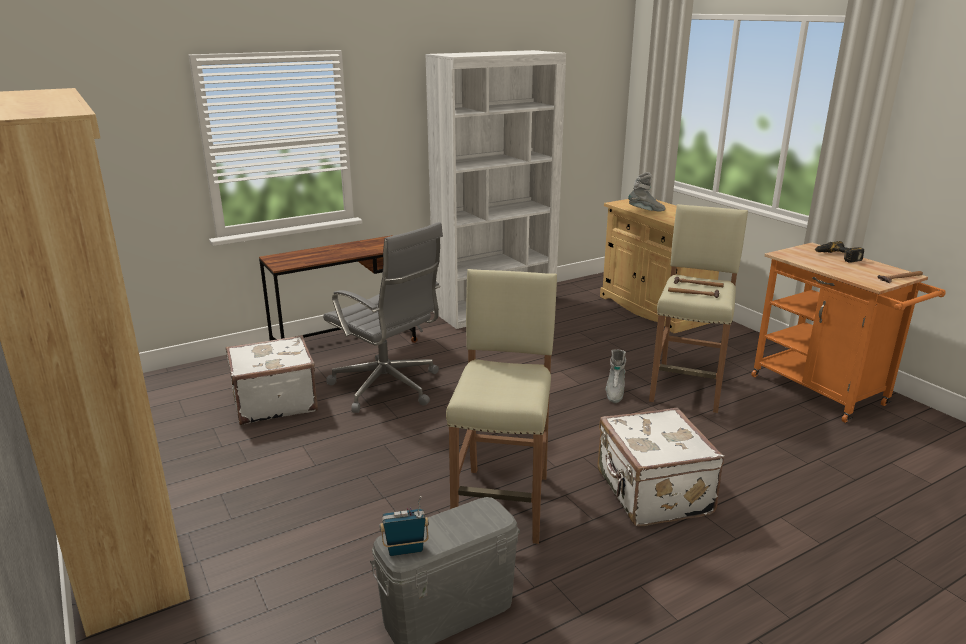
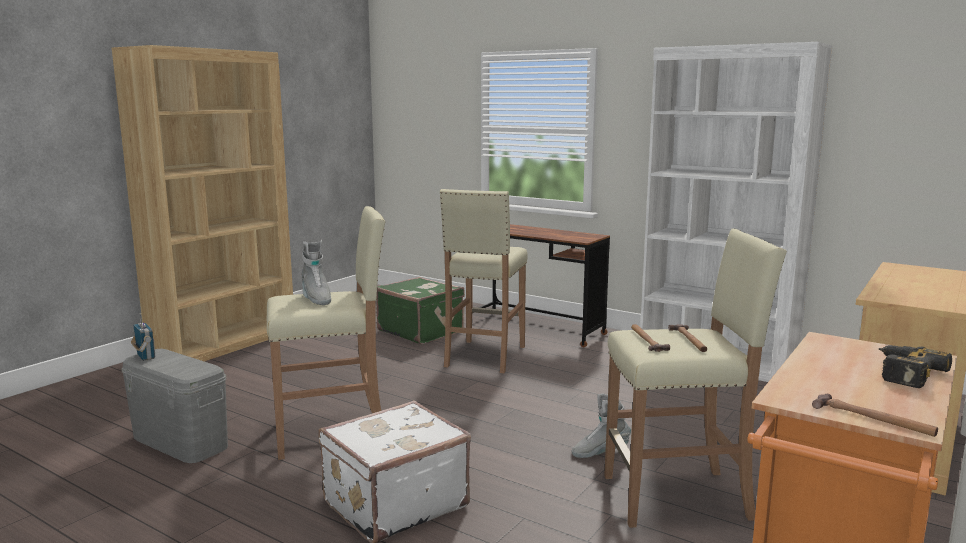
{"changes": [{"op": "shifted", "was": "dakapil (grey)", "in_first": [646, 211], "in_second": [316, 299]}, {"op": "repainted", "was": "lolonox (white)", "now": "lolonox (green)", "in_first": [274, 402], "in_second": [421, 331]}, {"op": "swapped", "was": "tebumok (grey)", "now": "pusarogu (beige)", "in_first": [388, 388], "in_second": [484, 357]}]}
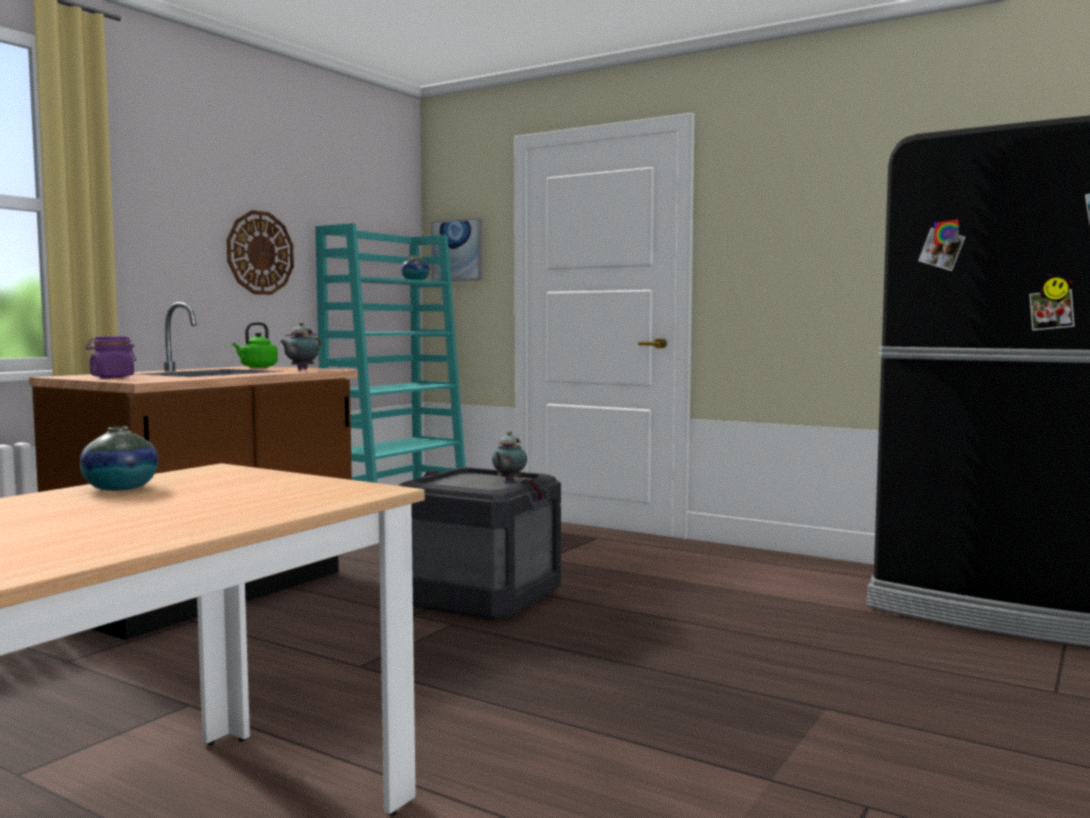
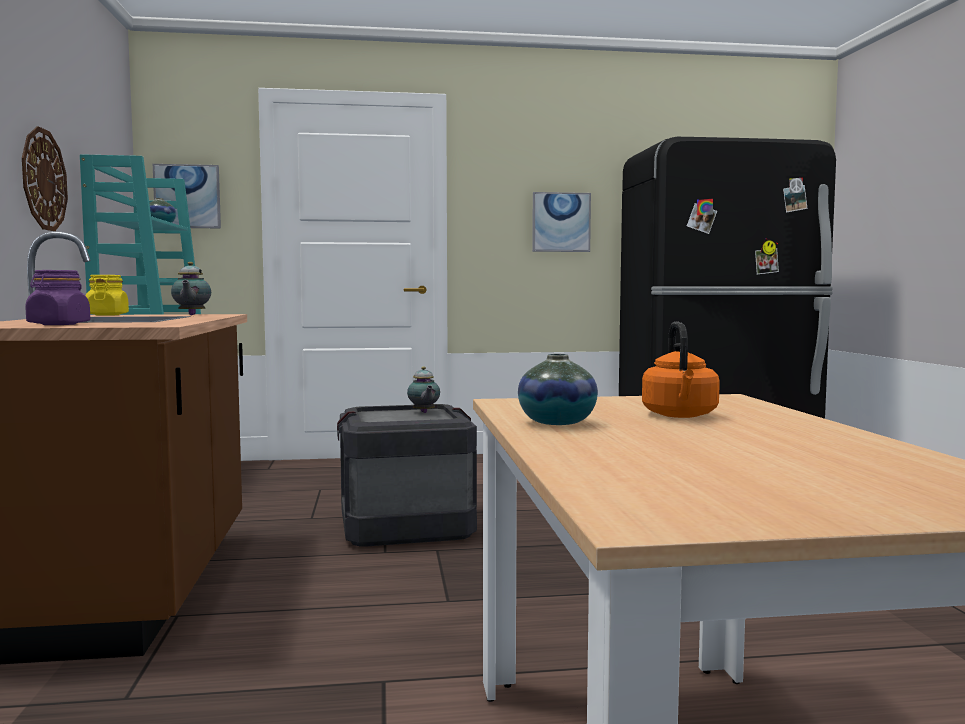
{"changes": [{"op": "swapped", "was": "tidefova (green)", "now": "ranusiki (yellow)", "in_first": [257, 367], "in_second": [107, 315]}, {"op": "new", "now": "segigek", "in_second": [561, 222]}, {"op": "new", "now": "tidefova (orange)", "in_second": [680, 415]}]}
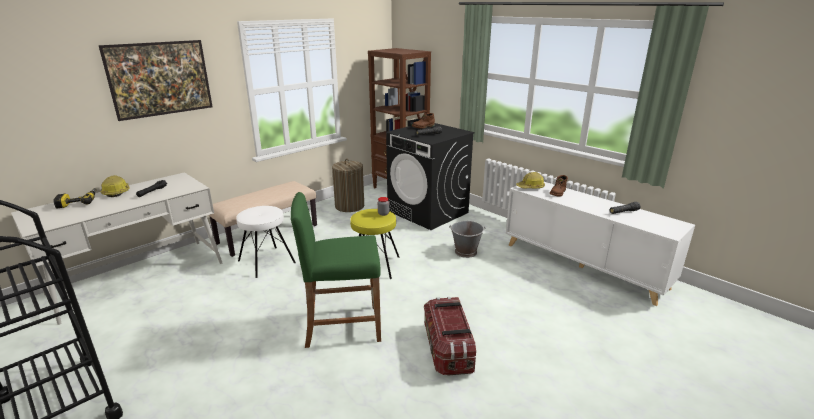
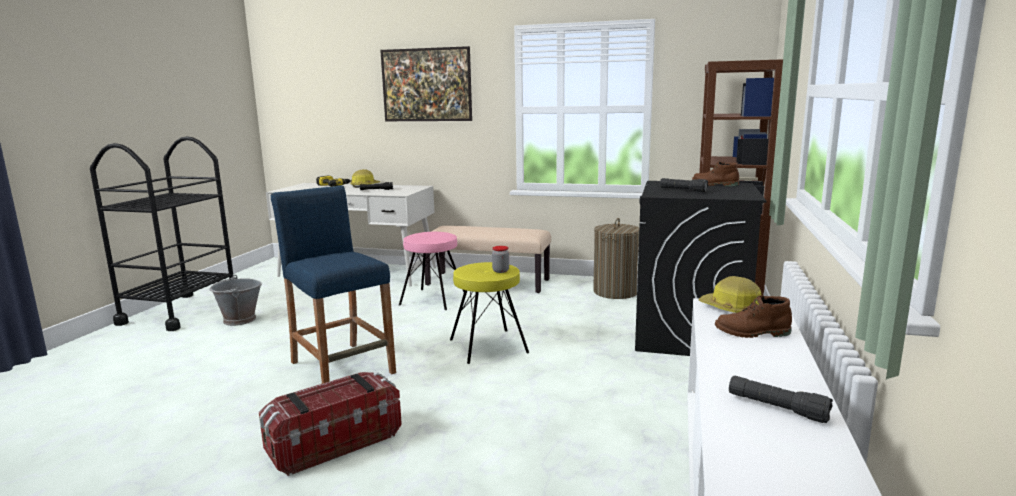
{"changes": [{"op": "shifted", "was": "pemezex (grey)", "in_first": [466, 252], "in_second": [239, 320]}, {"op": "repainted", "was": "pusarogu (green)", "now": "pusarogu (blue)", "in_first": [342, 326], "in_second": [342, 367]}, {"op": "repainted", "was": "pusarogu (white)", "now": "pusarogu (pink)", "in_first": [266, 261], "in_second": [433, 299]}]}
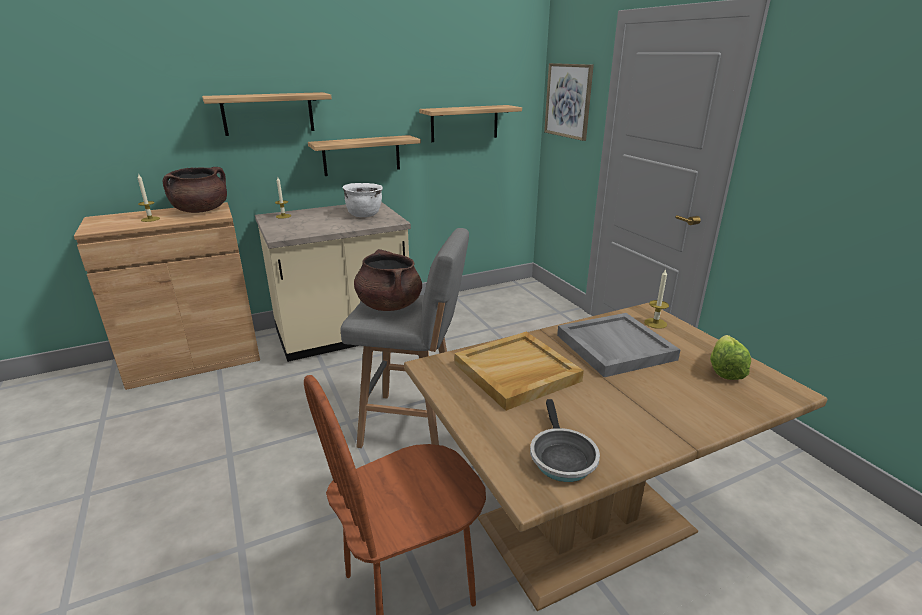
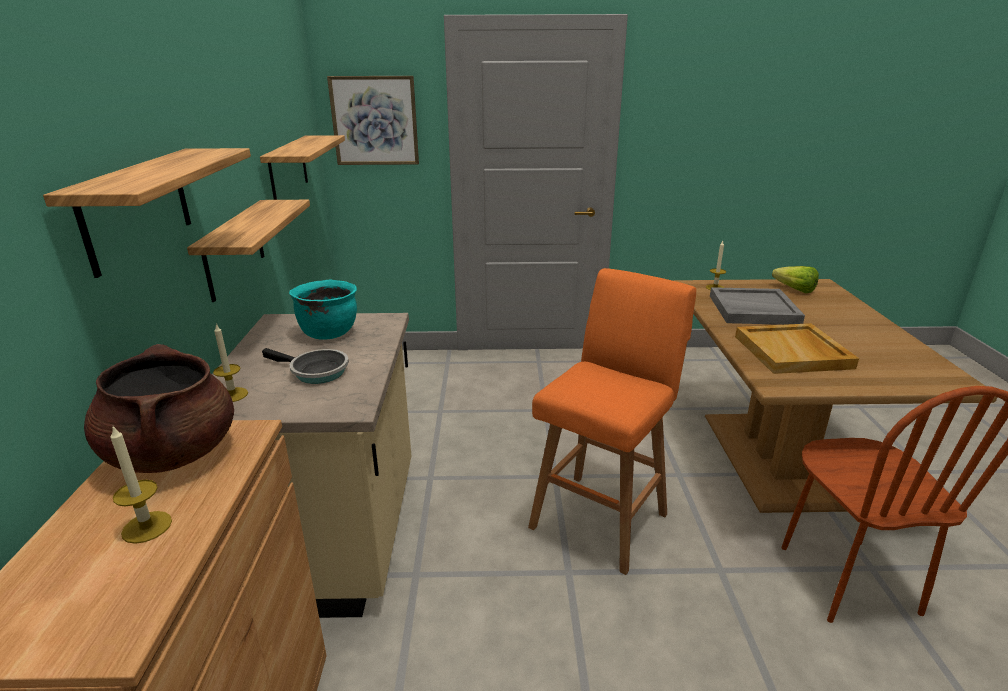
{"changes": [{"op": "shifted", "was": "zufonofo", "in_first": [561, 457], "in_second": [315, 372]}, {"op": "repainted", "was": "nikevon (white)", "now": "nikevon (turquoise)", "in_first": [364, 215], "in_second": [329, 333]}, {"op": "repainted", "was": "pusarogu (grey)", "now": "pusarogu (orange)", "in_first": [413, 424], "in_second": [601, 518]}, {"op": "gone", "was": "nikevon (brown)", "in_first": [389, 305]}]}
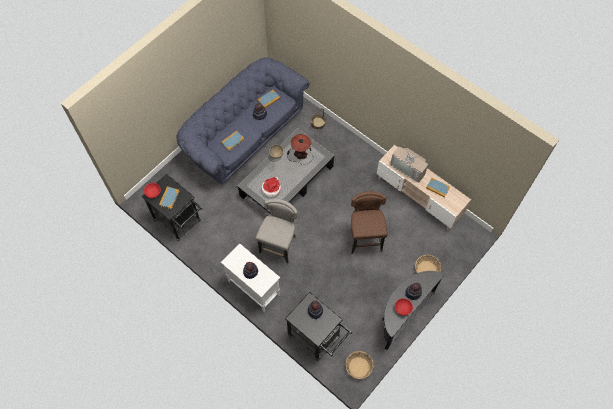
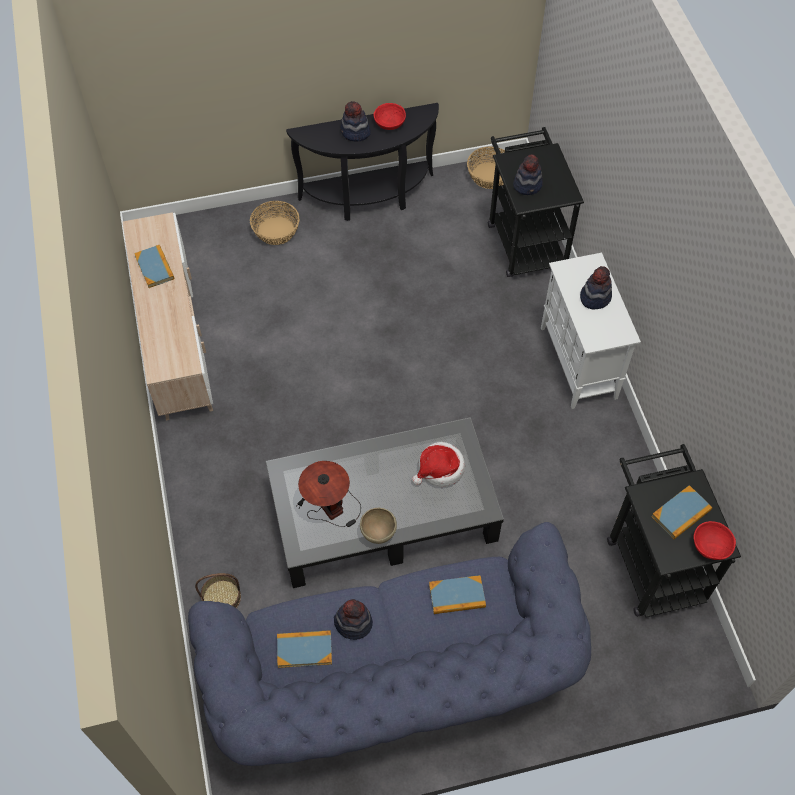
{"changes": [{"op": "gone", "was": "pusarogu (grey)", "in_first": [279, 246]}, {"op": "gone", "was": "pusarogu (brown)", "in_first": [365, 238]}, {"op": "gone", "was": "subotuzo", "in_first": [409, 168]}]}
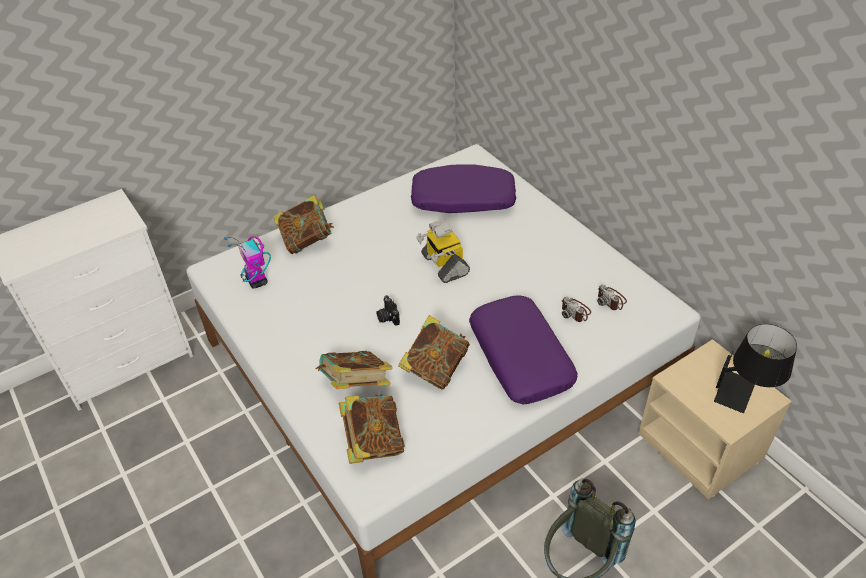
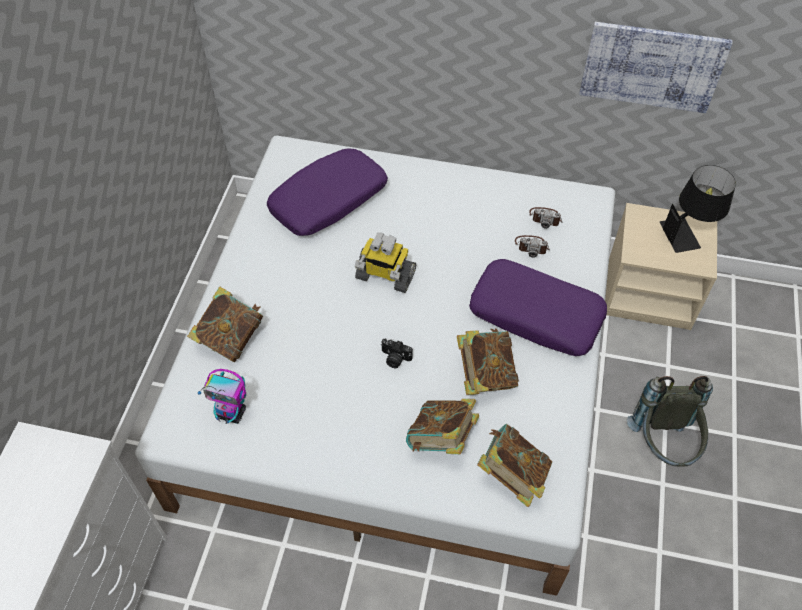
{"changes": [{"op": "new", "now": "segigek", "in_second": [652, 66]}]}
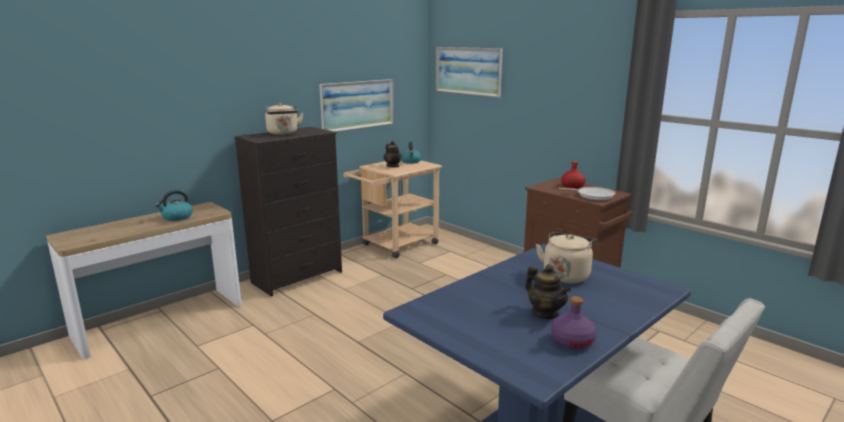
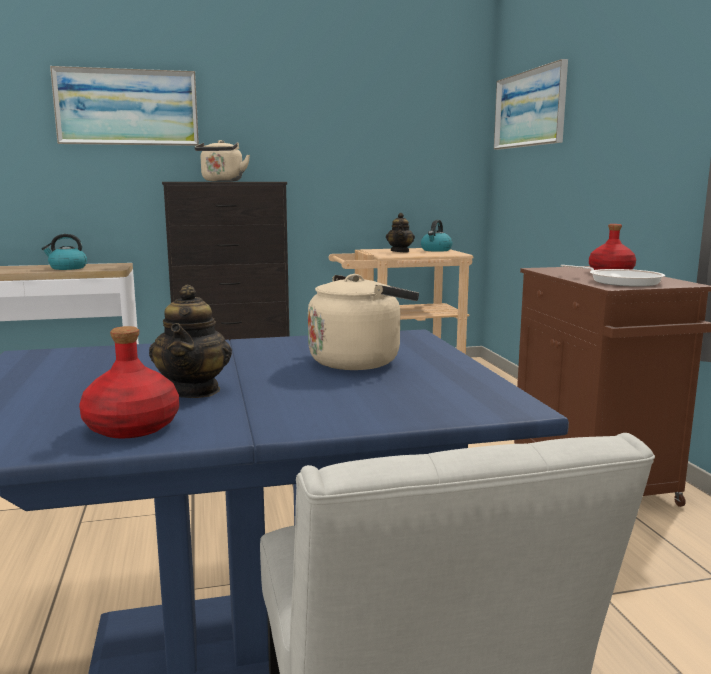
{"changes": [{"op": "shifted", "was": "segigek", "in_first": [357, 105], "in_second": [127, 107]}, {"op": "repainted", "was": "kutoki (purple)", "now": "kutoki (red)", "in_first": [572, 341], "in_second": [133, 426]}]}
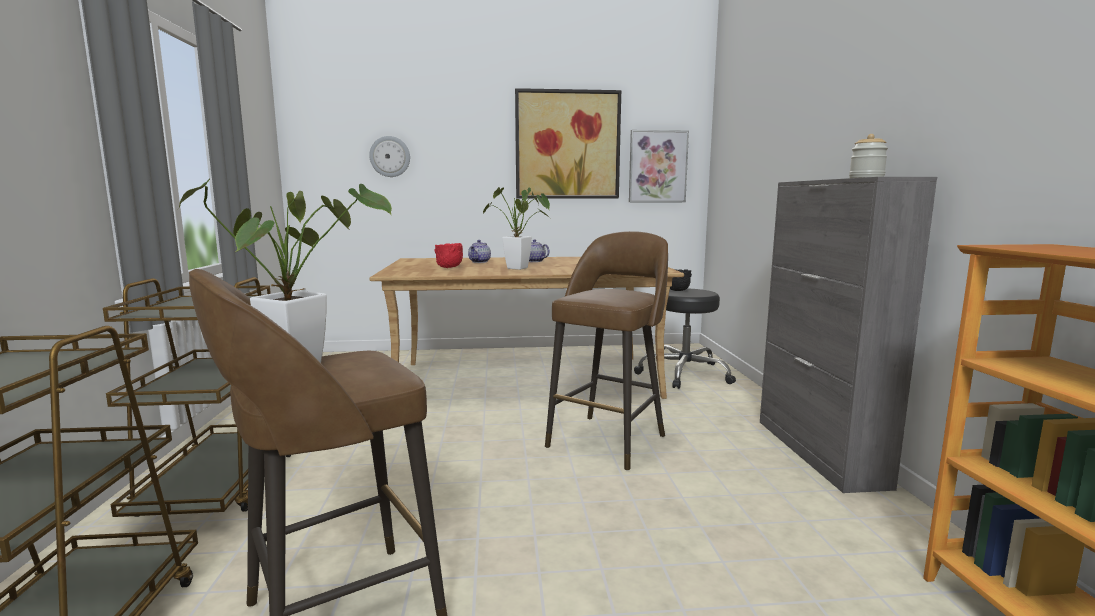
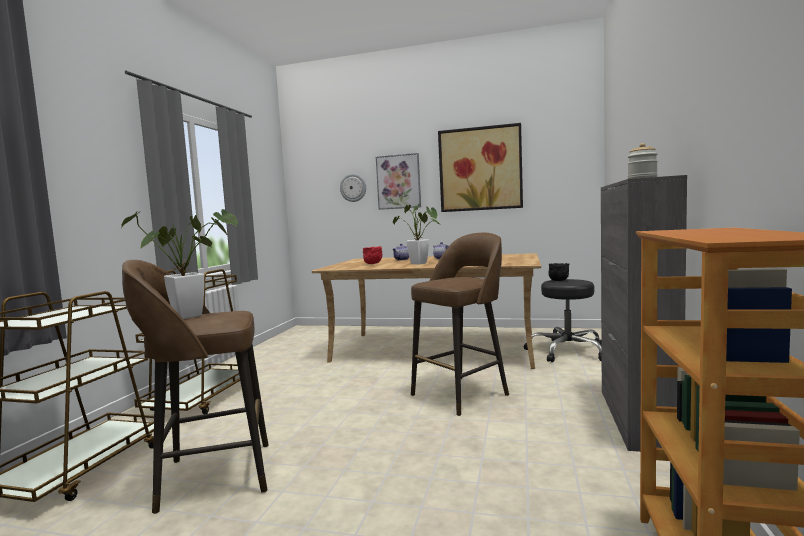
{"changes": [{"op": "shifted", "was": "segigek", "in_first": [657, 166], "in_second": [398, 182]}]}
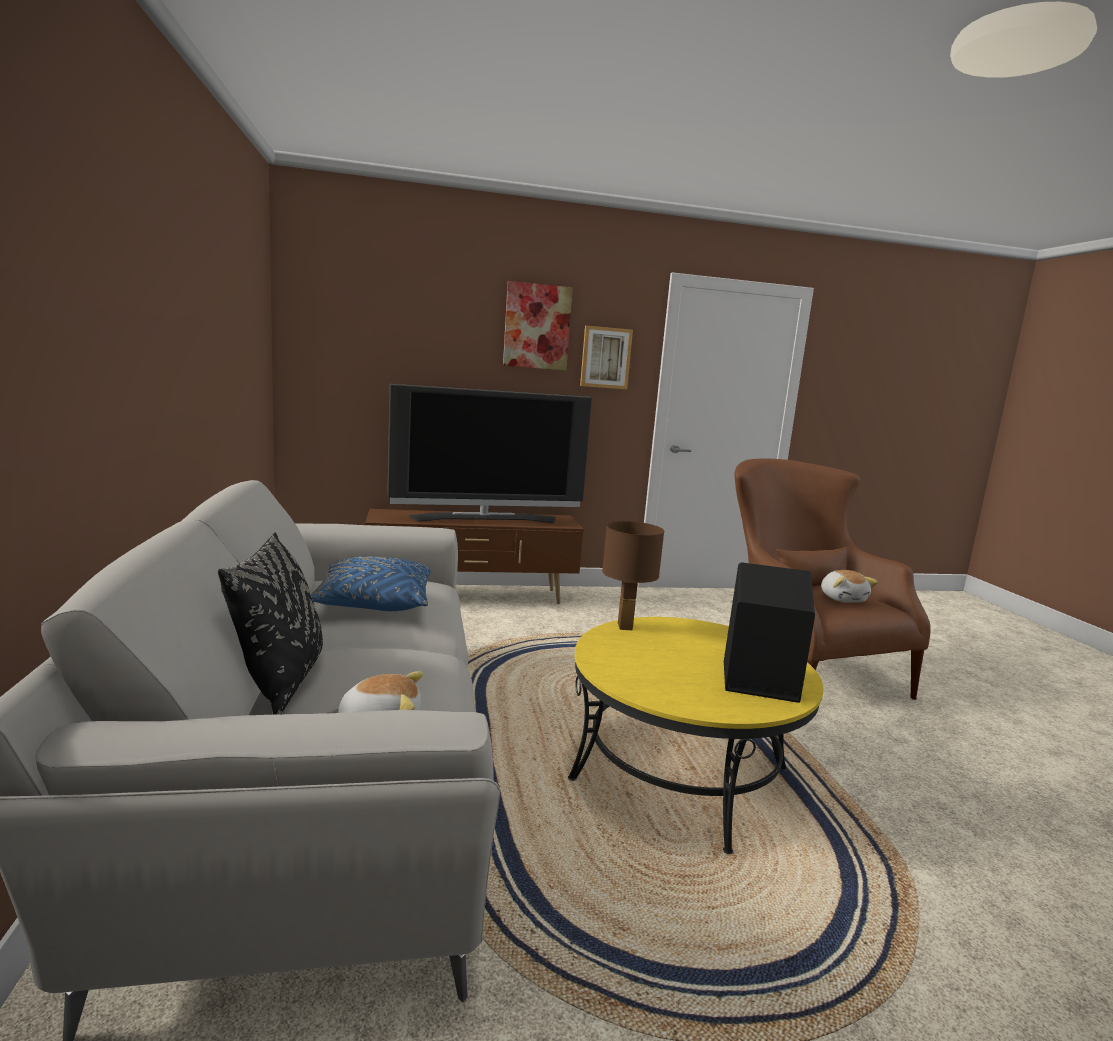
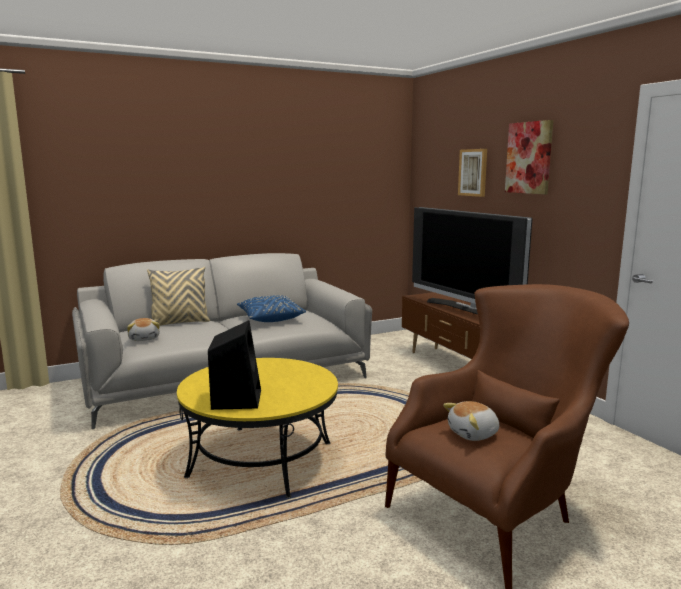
{"changes": [{"op": "repainted", "was": "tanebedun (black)", "now": "tanebedun (beige)", "in_first": [281, 681], "in_second": [180, 323]}, {"op": "shifted", "was": "segigek", "in_first": [605, 357], "in_second": [473, 172]}, {"op": "gone", "was": "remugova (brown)", "in_first": [624, 626]}]}
